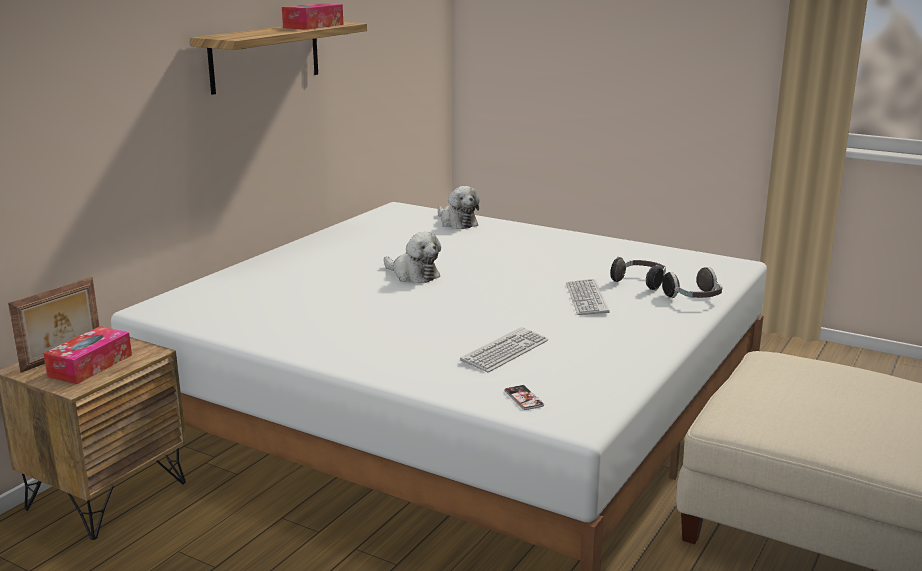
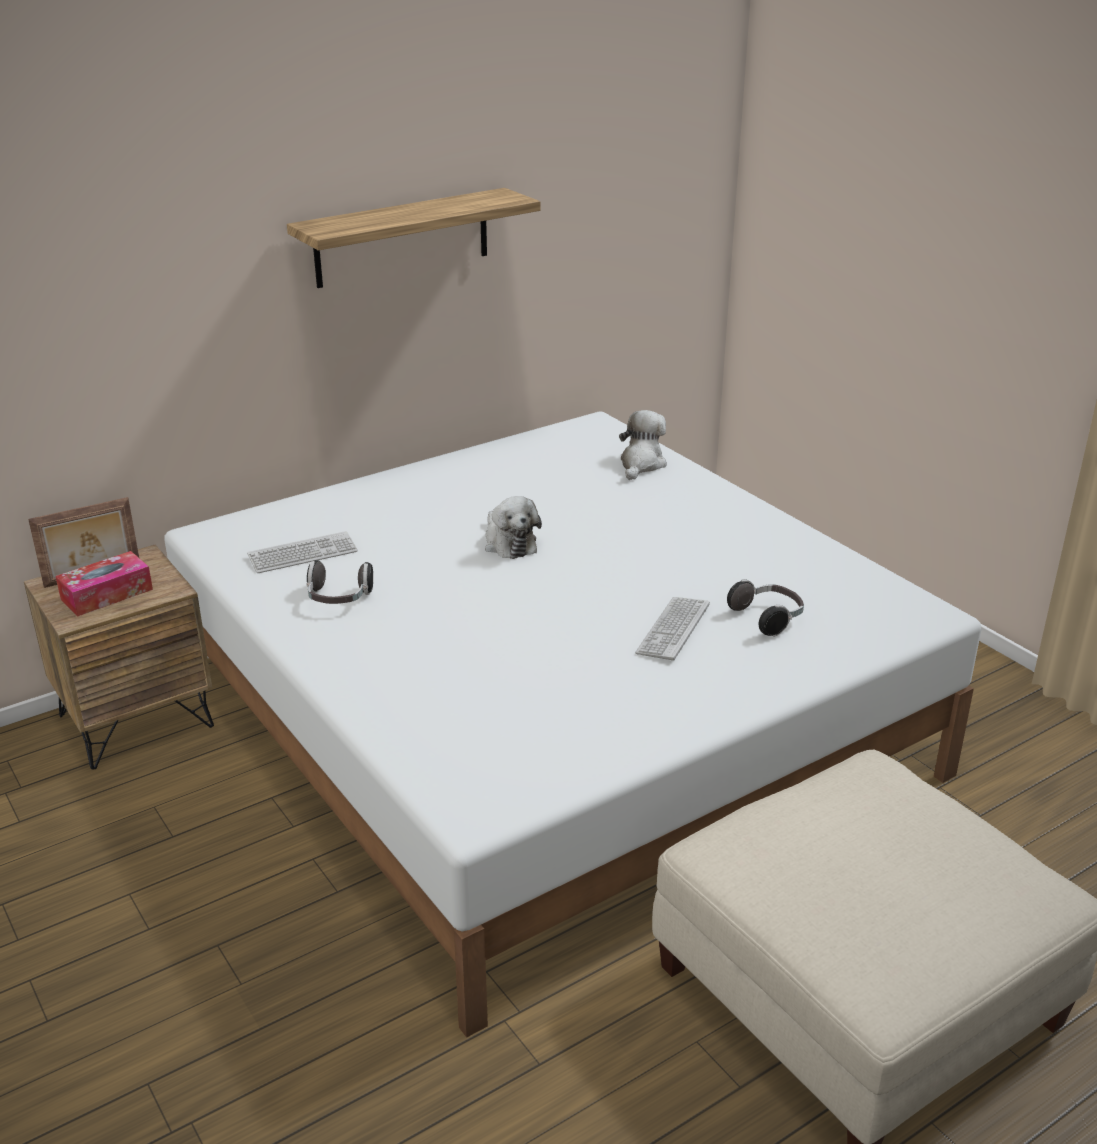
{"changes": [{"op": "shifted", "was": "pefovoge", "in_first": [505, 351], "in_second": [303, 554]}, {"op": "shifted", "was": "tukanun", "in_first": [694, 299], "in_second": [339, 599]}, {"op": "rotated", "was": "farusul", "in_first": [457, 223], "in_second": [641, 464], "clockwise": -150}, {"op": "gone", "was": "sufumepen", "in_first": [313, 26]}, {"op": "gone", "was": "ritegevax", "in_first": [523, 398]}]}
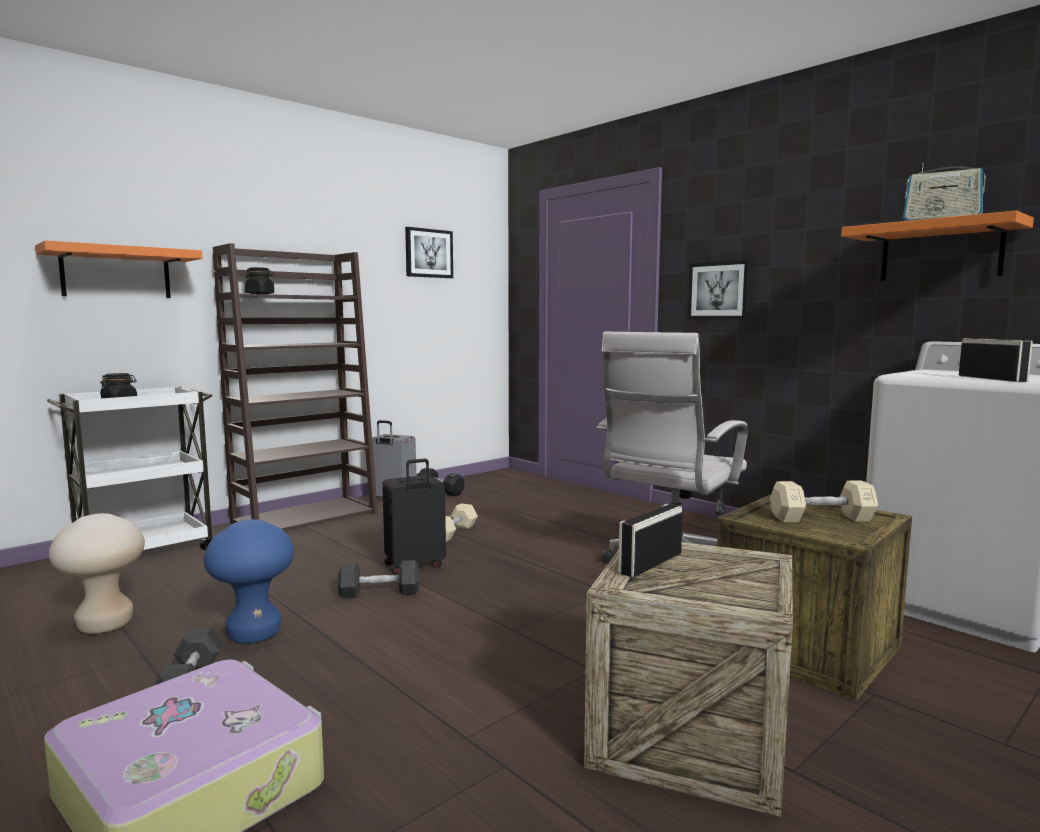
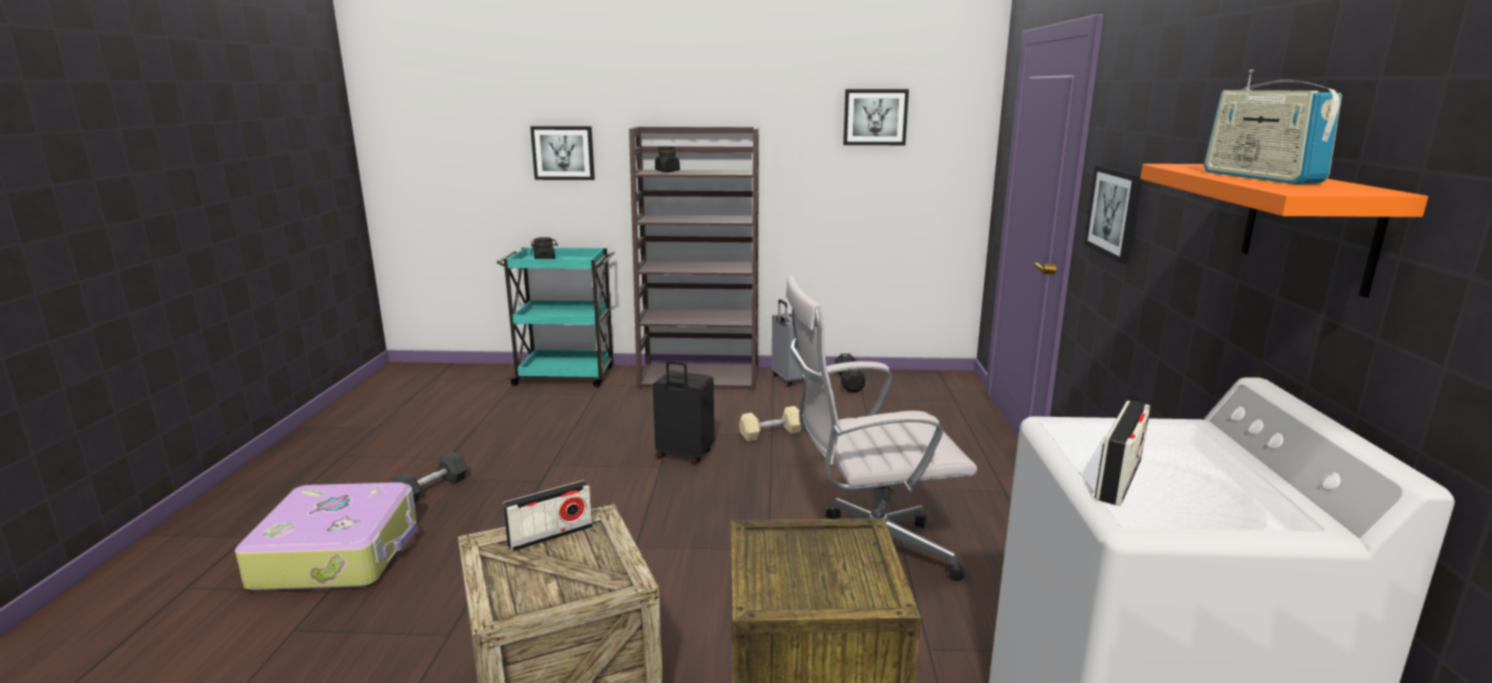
{"changes": [{"op": "repainted", "was": "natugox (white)", "now": "natugox (turquoise)", "in_first": [145, 551], "in_second": [566, 376]}, {"op": "rotated", "was": "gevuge", "in_first": [650, 563], "in_second": [550, 535], "clockwise": 150}, {"op": "swapped", "was": "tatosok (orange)", "now": "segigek", "in_first": [116, 273], "in_second": [563, 153]}, {"op": "gone", "was": "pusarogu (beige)", "in_first": [105, 625]}, {"op": "gone", "was": "pusarogu (blue)", "in_first": [254, 635]}, {"op": "gone", "was": "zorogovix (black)", "in_first": [379, 592]}, {"op": "gone", "was": "zorogovix (beige)", "in_first": [821, 518]}]}
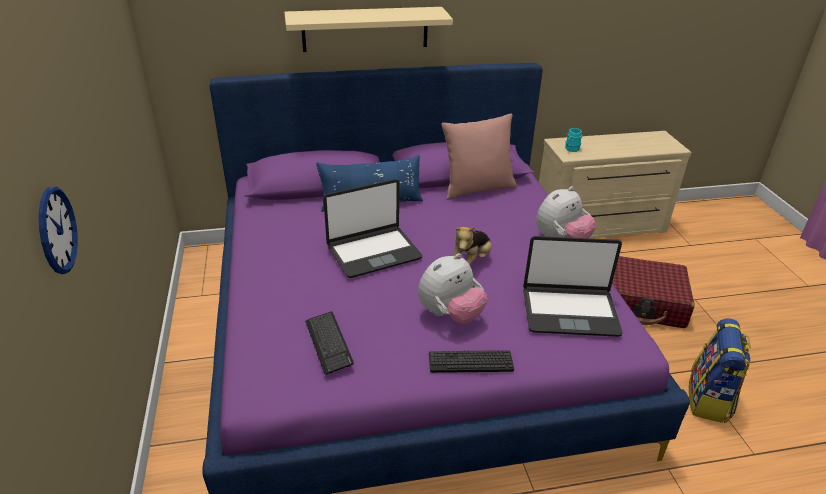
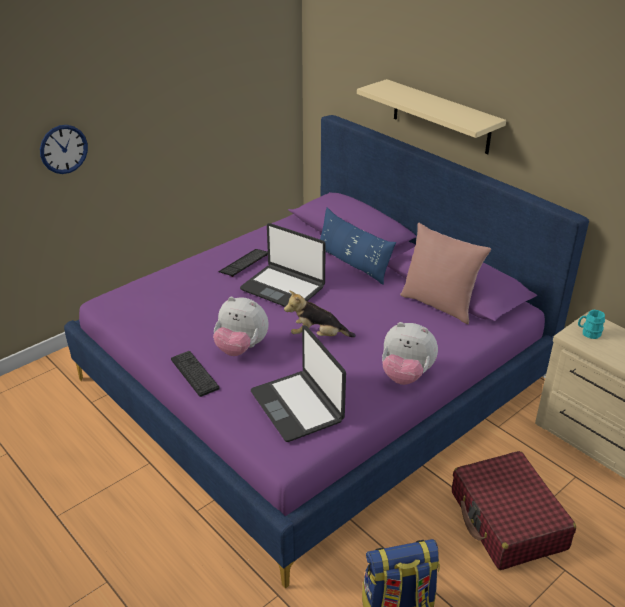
{"changes": [{"op": "shifted", "was": "pefovoge", "in_first": [328, 343], "in_second": [244, 263]}]}
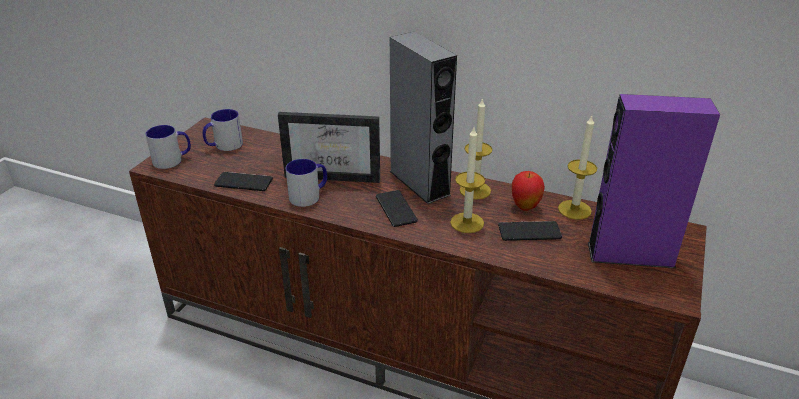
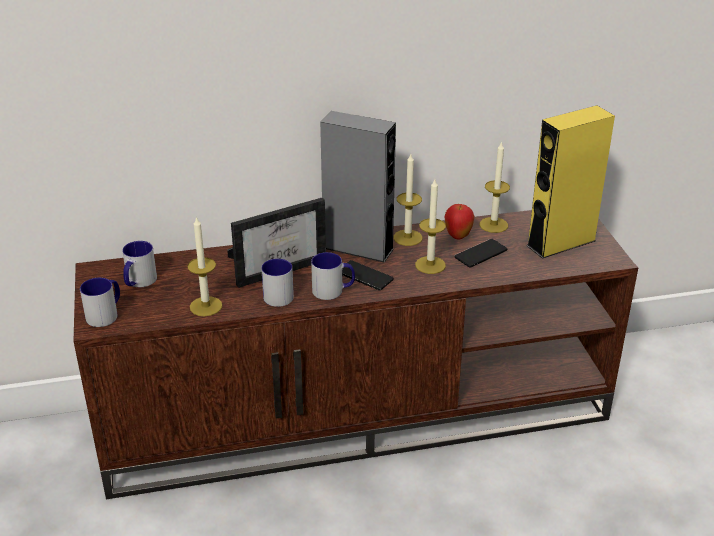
{"changes": [{"op": "swapped", "was": "ritegevax", "now": "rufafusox", "in_first": [243, 182], "in_second": [206, 306]}, {"op": "new", "now": "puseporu", "in_second": [333, 291]}, {"op": "repainted", "was": "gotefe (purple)", "now": "gotefe (yellow)", "in_first": [630, 254], "in_second": [561, 243]}]}
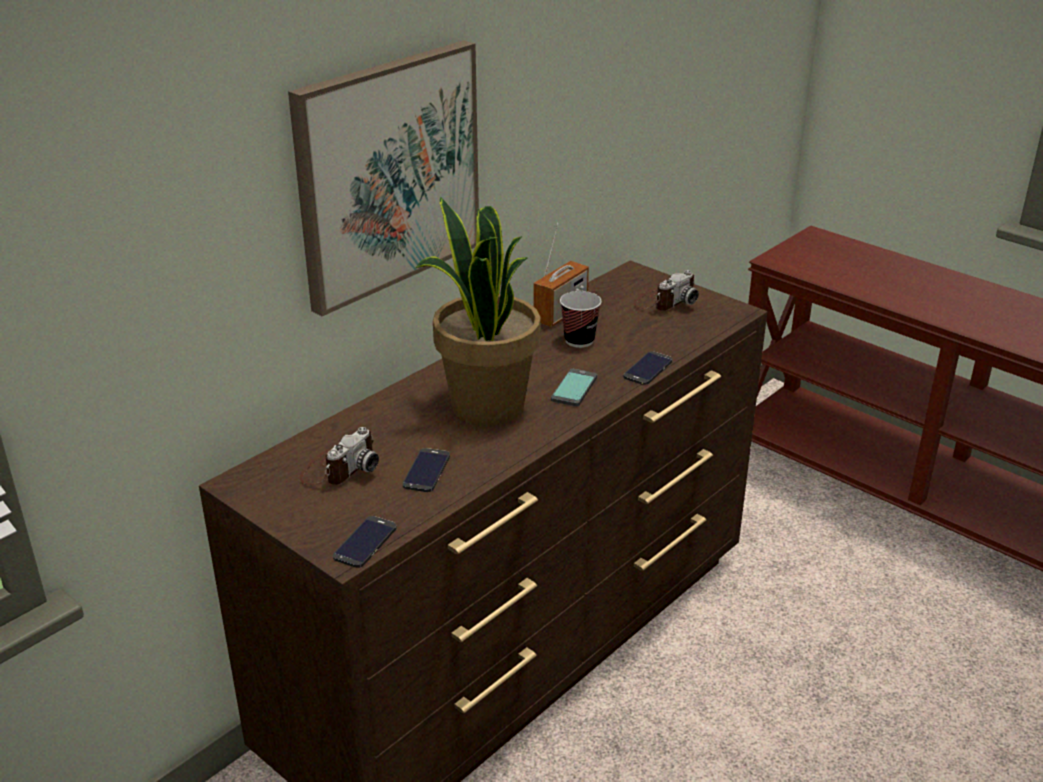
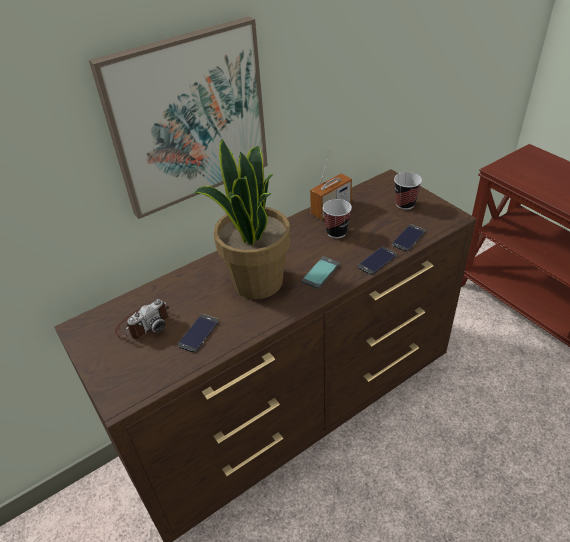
{"changes": [{"op": "shifted", "was": "ritegevax", "in_first": [365, 542], "in_second": [408, 238]}, {"op": "swapped", "was": "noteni", "now": "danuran", "in_first": [664, 301], "in_second": [405, 204]}]}
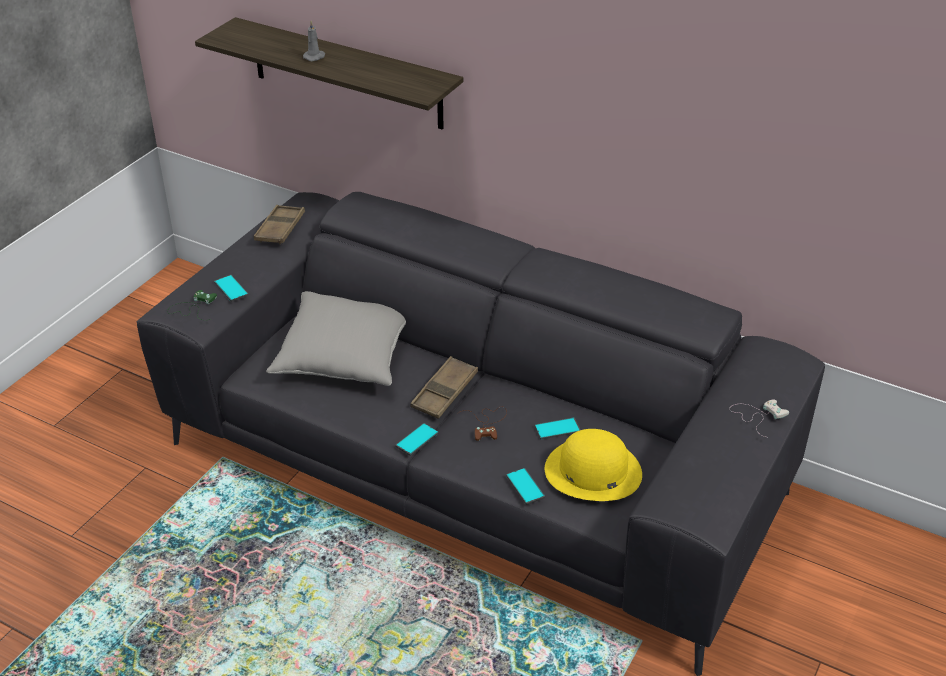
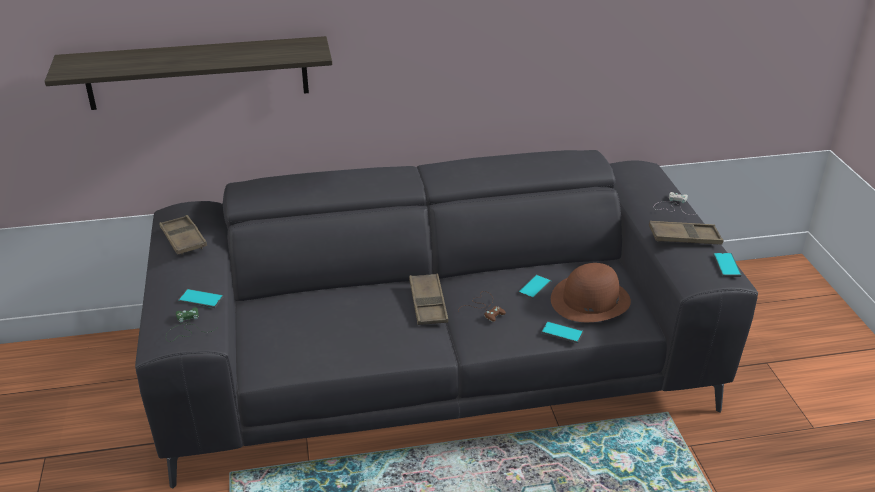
{"changes": [{"op": "repainted", "was": "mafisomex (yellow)", "now": "mafisomex (brown)", "in_first": [592, 471], "in_second": [590, 300]}, {"op": "new", "now": "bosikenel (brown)", "in_second": [684, 238]}, {"op": "shifted", "was": "ritegevax", "in_first": [417, 440], "in_second": [727, 265]}, {"op": "gone", "was": "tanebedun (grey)", "in_first": [346, 355]}, {"op": "gone", "was": "rufafusox (grey)", "in_first": [315, 57]}]}
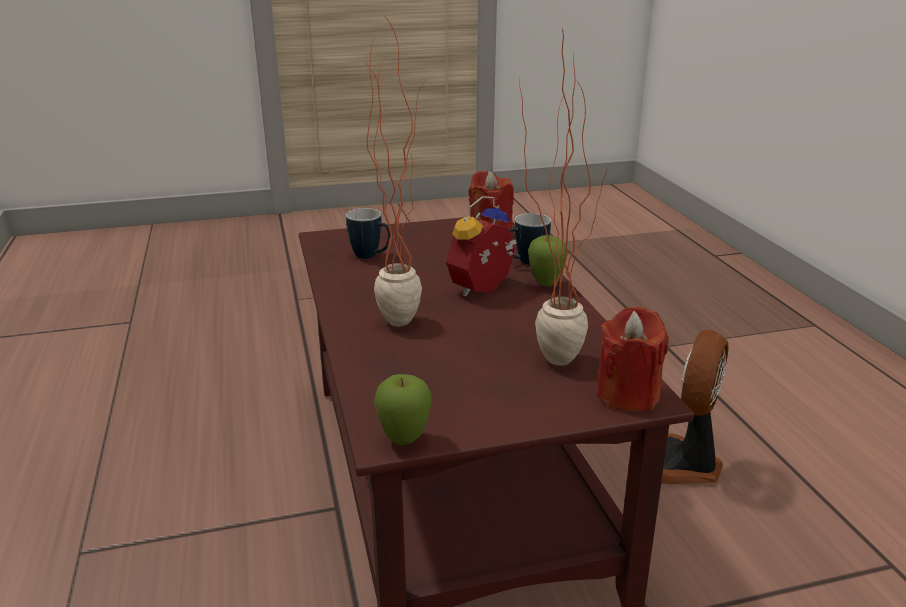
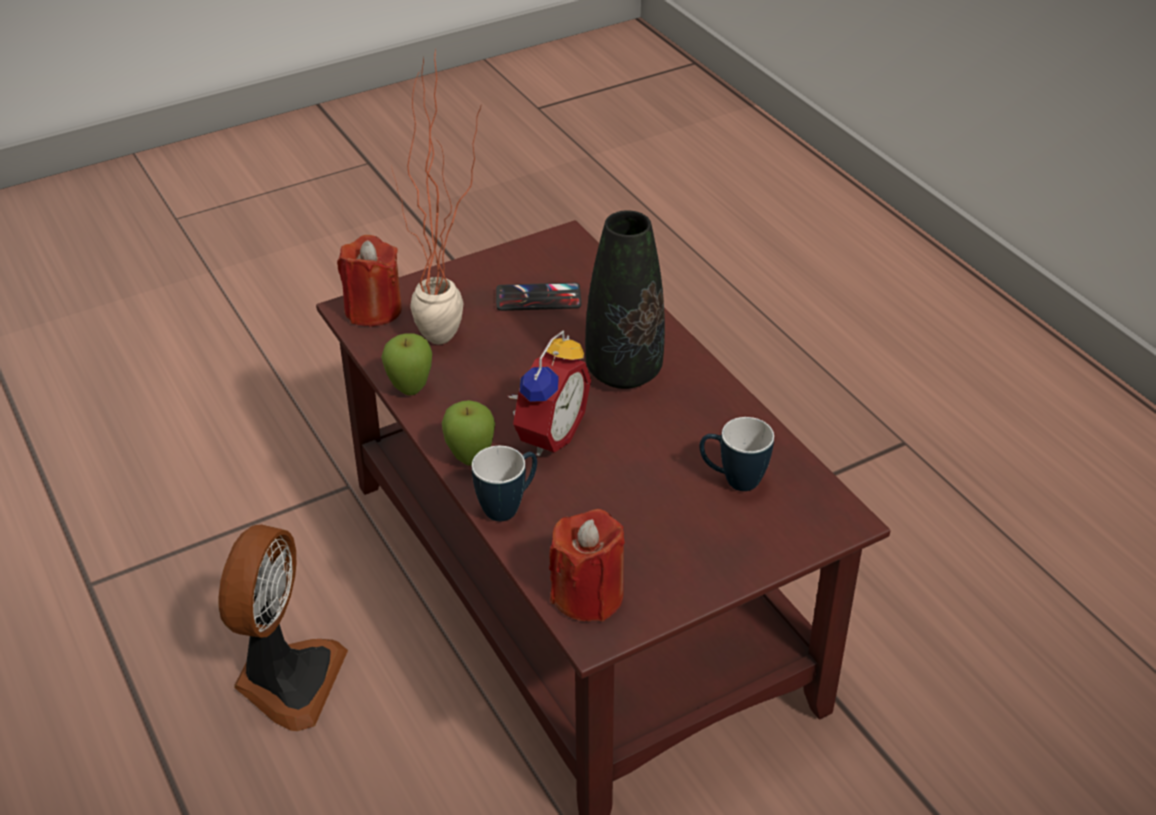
{"changes": [{"op": "shifted", "was": "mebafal", "in_first": [404, 441], "in_second": [410, 390]}, {"op": "new", "now": "ritegevax", "in_second": [538, 298]}, {"op": "swapped", "was": "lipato", "now": "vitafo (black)", "in_first": [403, 315], "in_second": [623, 372]}]}
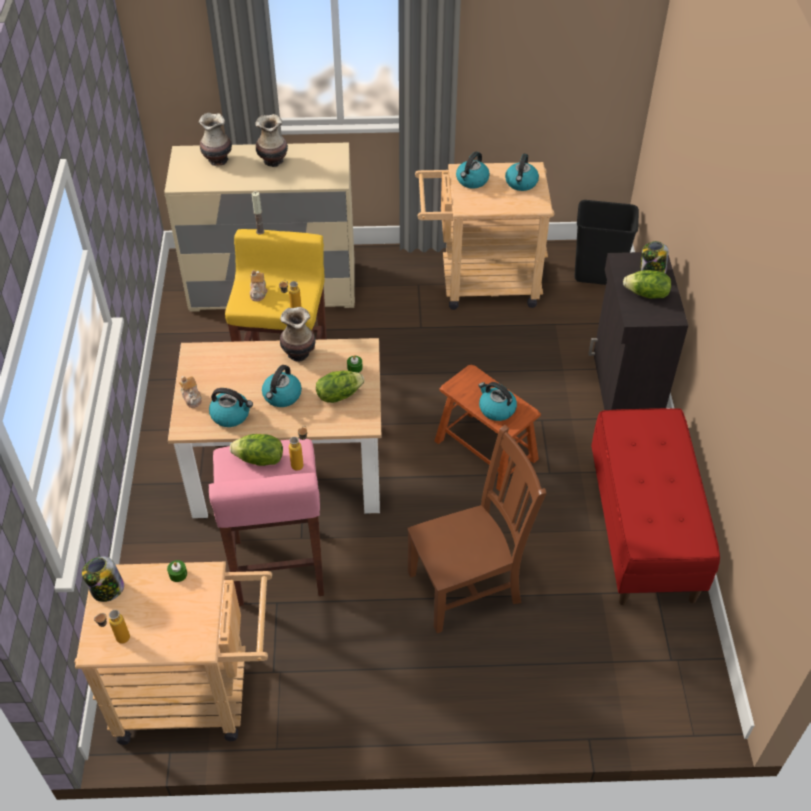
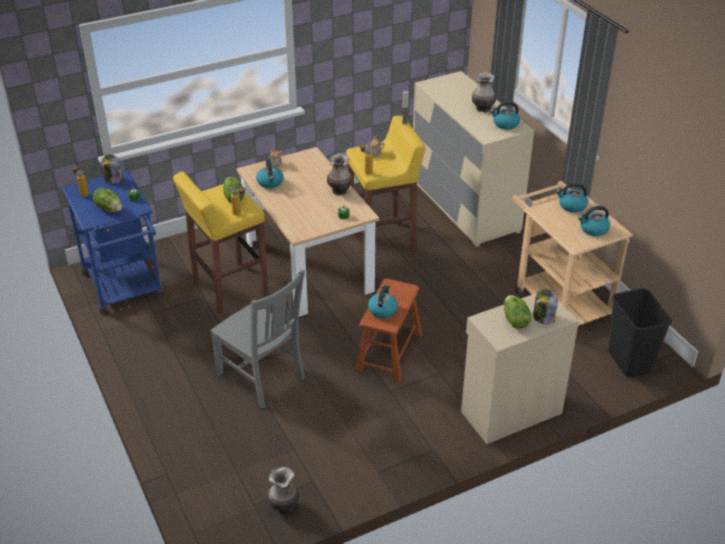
{"changes": [{"op": "repainted", "was": "natugox (beige)", "now": "natugox (blue)", "in_first": [196, 694], "in_second": [125, 288]}, {"op": "shifted", "was": "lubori", "in_first": [339, 394], "in_second": [109, 208]}, {"op": "repainted", "was": "pusarogu (pink)", "now": "pusarogu (yellow)", "in_first": [278, 569], "in_second": [229, 289]}, {"op": "repainted", "was": "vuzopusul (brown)", "now": "vuzopusul (grey)", "in_first": [468, 586], "in_second": [262, 377]}, {"op": "shifted", "was": "vitafo", "in_first": [217, 160], "in_second": [283, 506]}, {"op": "repainted", "was": "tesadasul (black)", "now": "tesadasul (beige)", "in_first": [624, 388], "in_second": [510, 411]}, {"op": "shifted", "was": "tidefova", "in_first": [282, 396], "in_second": [505, 124]}, {"op": "gone", "was": "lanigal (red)", "in_first": [643, 530]}]}
